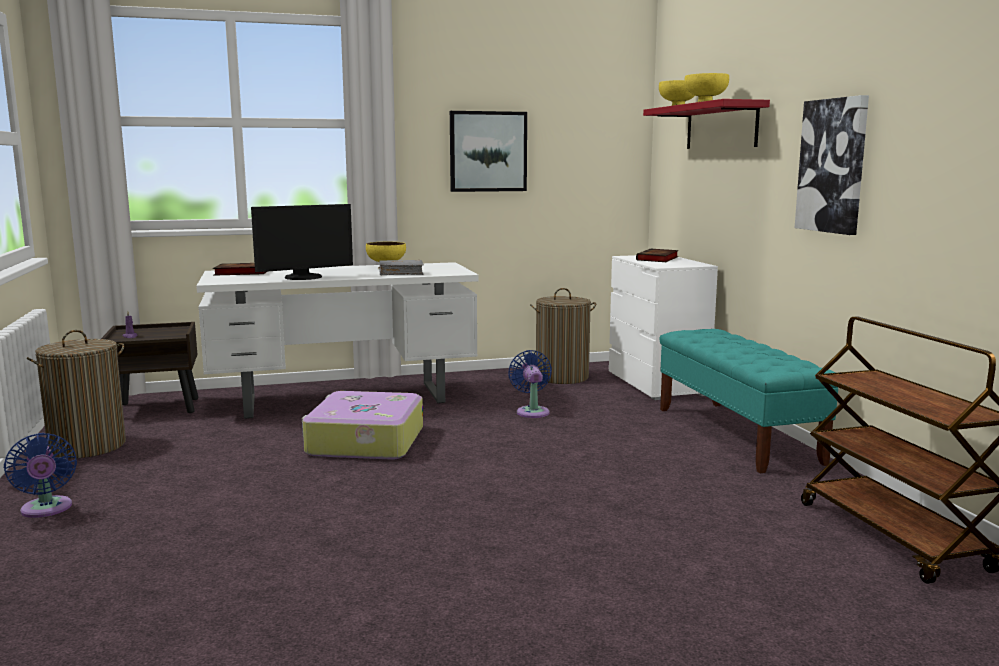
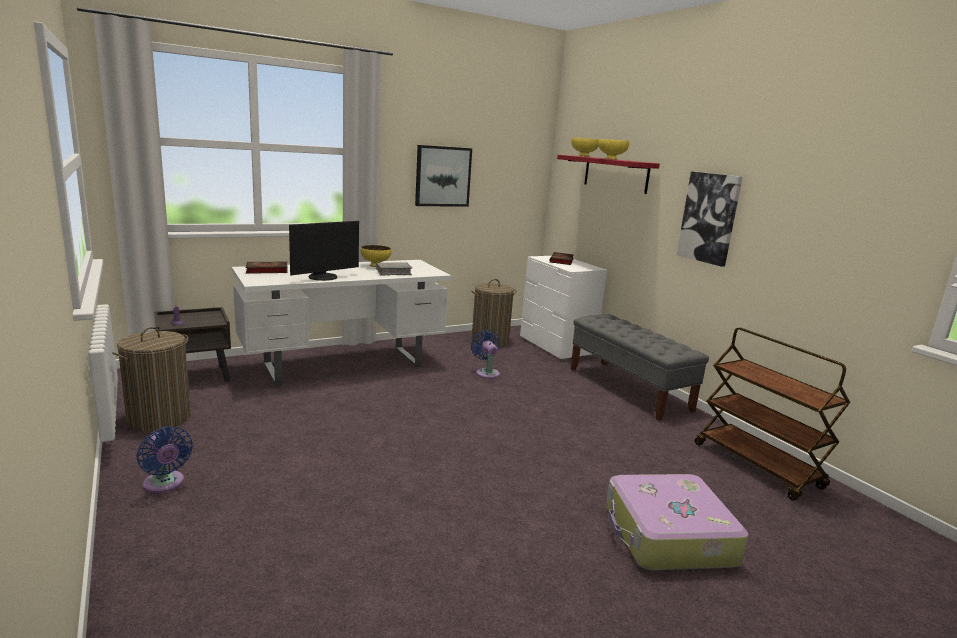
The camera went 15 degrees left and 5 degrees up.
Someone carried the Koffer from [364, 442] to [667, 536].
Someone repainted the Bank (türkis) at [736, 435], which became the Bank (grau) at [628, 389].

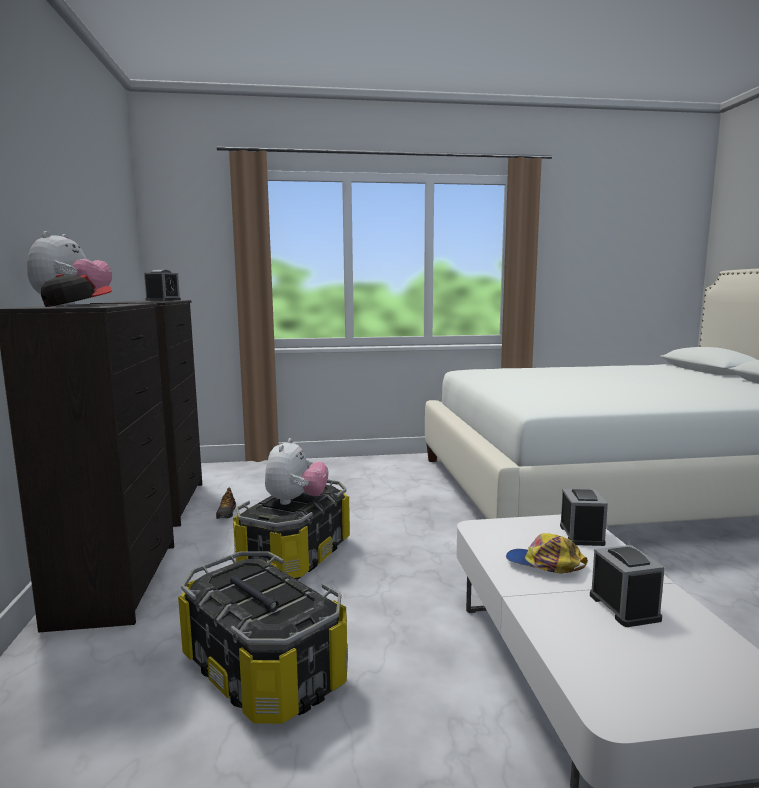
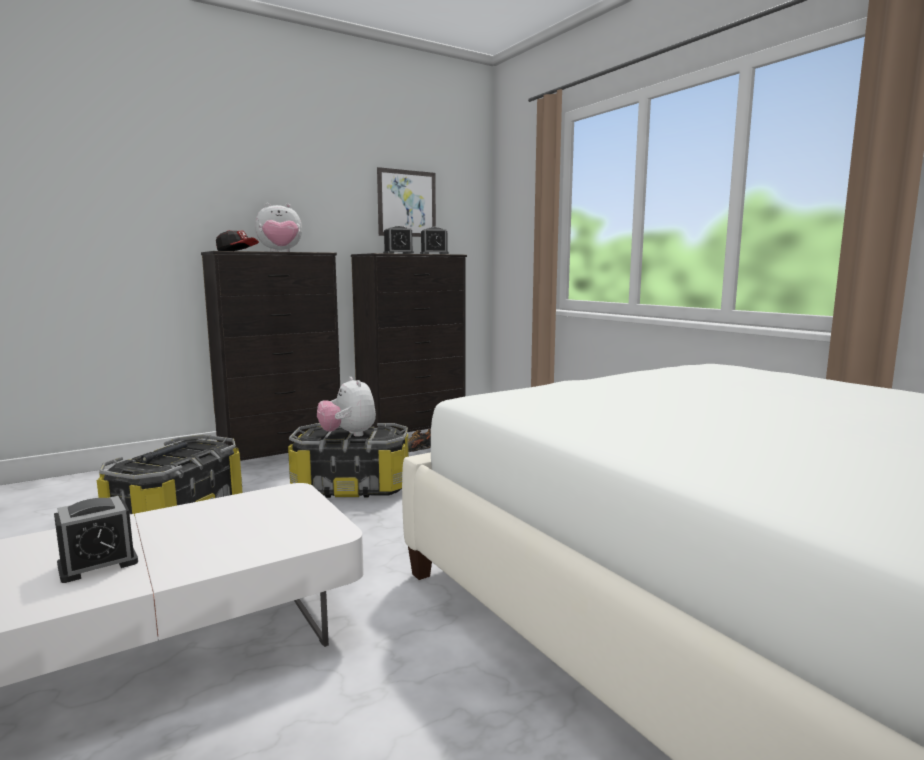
The camera went 65 degrees right and 0 degrees up.
Someone rotated the Plüschtier at [296, 501] by 75 degrees clockwise.
Someone took away the Kappe at [544, 565].
Someone carried the Wecker from [581, 535] to [398, 253].
Someone put up the Bild at [407, 203].

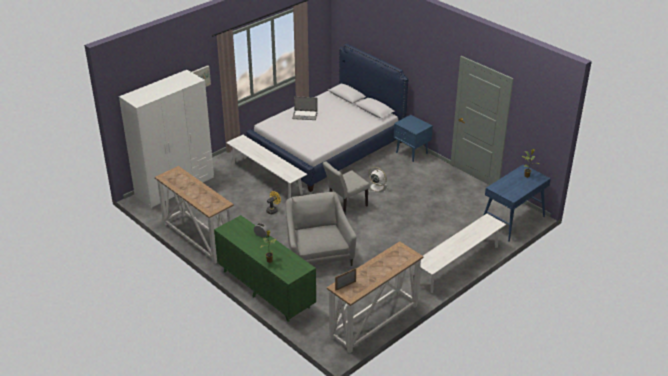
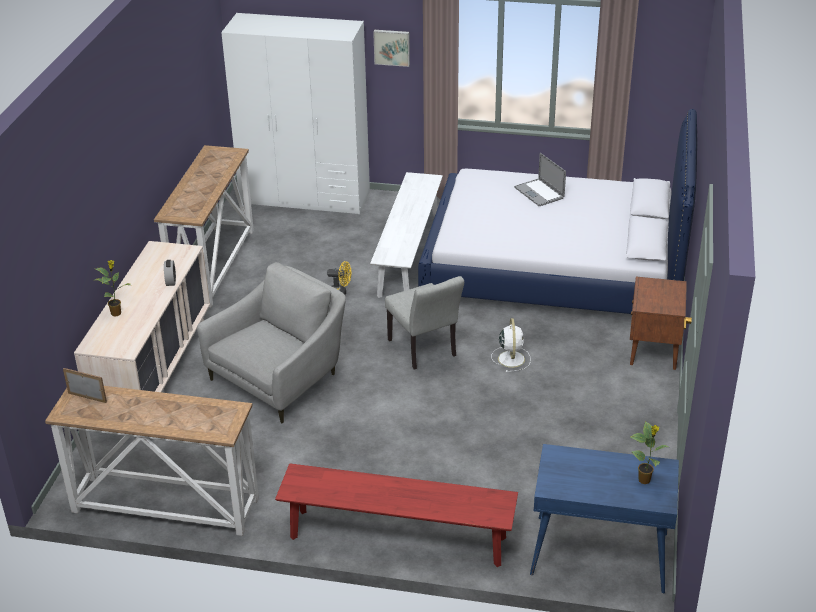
The camera went 55 degrees right and 0 degrees up.
Someone repainted the Kommode (grün) at [265, 289], which became the Kommode (beige) at [154, 369].
Someone rotated the Stuhl (grau) at [345, 206] by 135 degrees counterclockwise.
Someone repainted the Nachttisch (blau) at [412, 153], which became the Nachttisch (braun) at [653, 353].
Someone repainted the Bank (weiß) at [458, 264], which became the Bank (rot) at [397, 537].

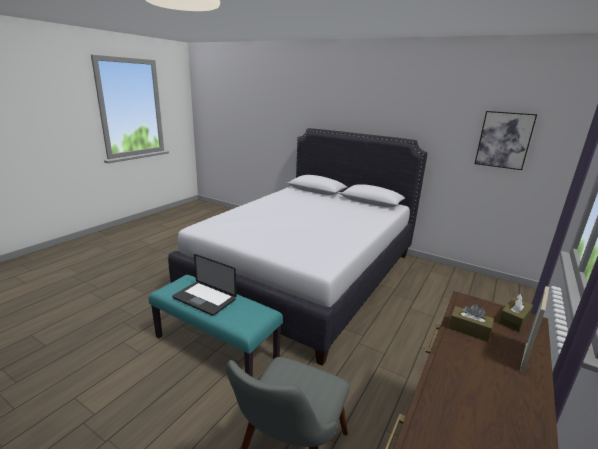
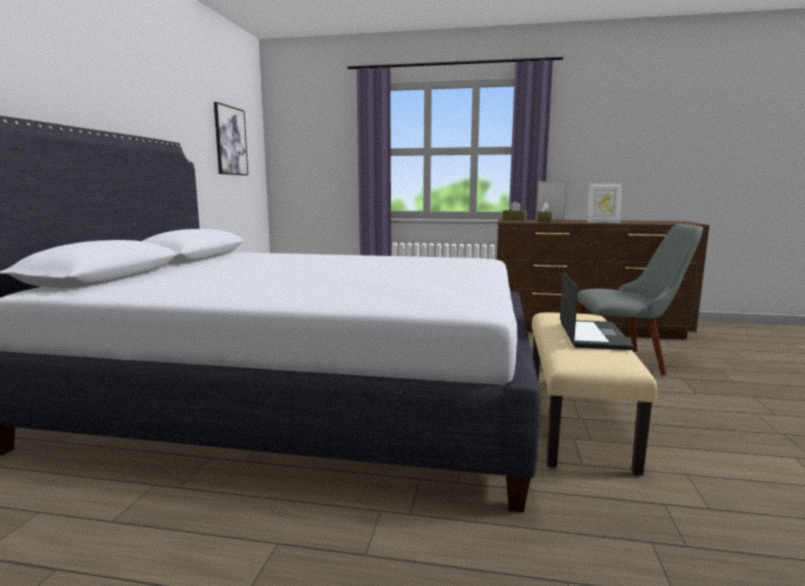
The camera went 110 degrees left and 10 degrees down.
Someone repainted the Bank (türkis) at [217, 347], which became the Bank (beige) at [574, 419].
Someone put down the Bilderrahmen at [603, 222].

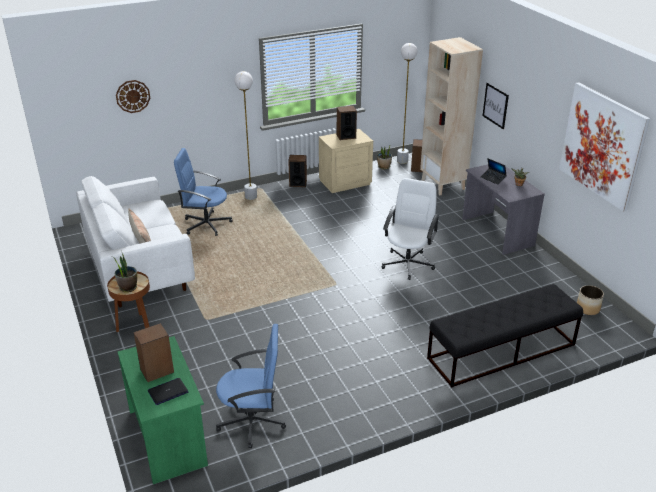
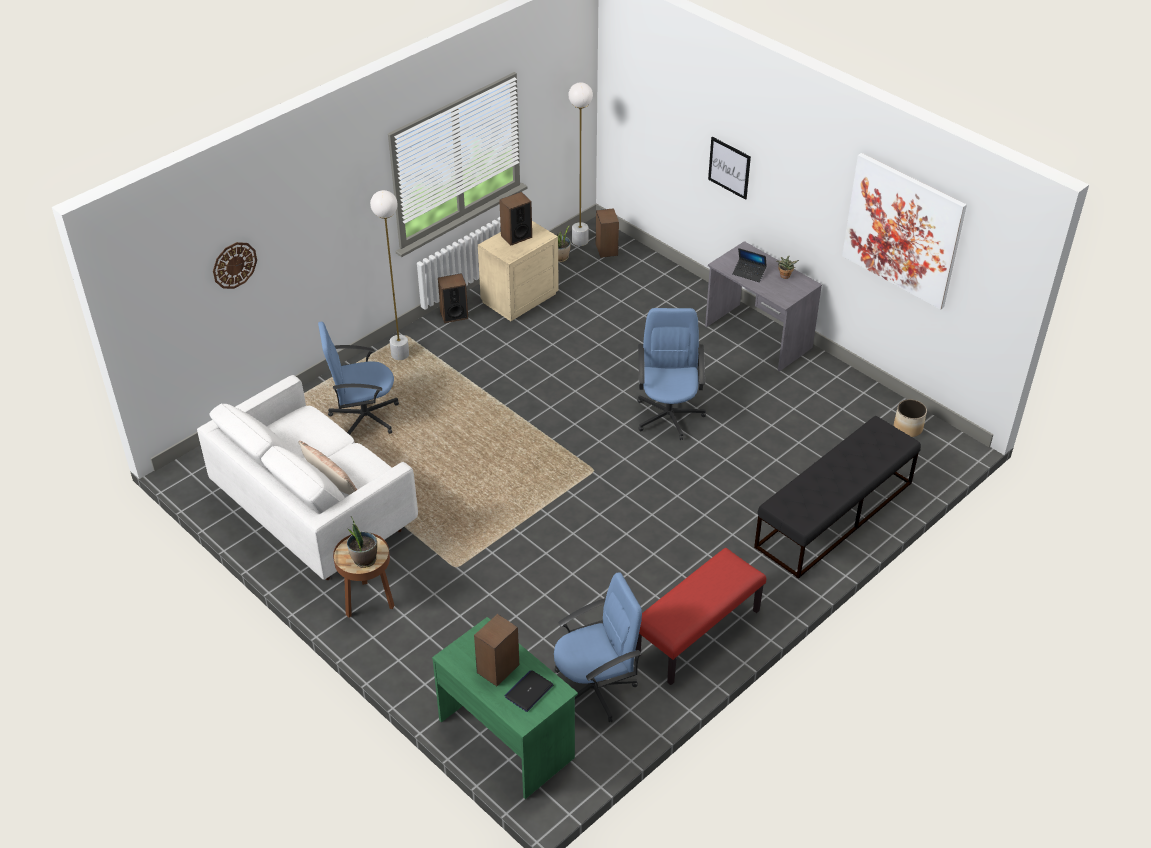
The camera went 20 degrees left and 10 degrees up.
Someone repainted the Bürostuhl (weiß) at [408, 264], which became the Bürostuhl (blau) at [669, 415].
Someone took away the Bücherregal (beige) at [443, 184].
Someone put down the Bank (rot) at [697, 634].

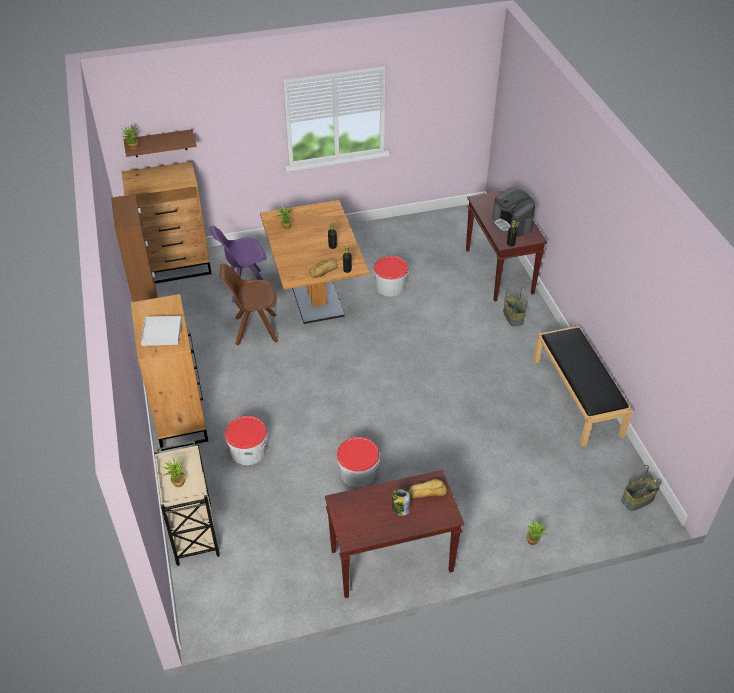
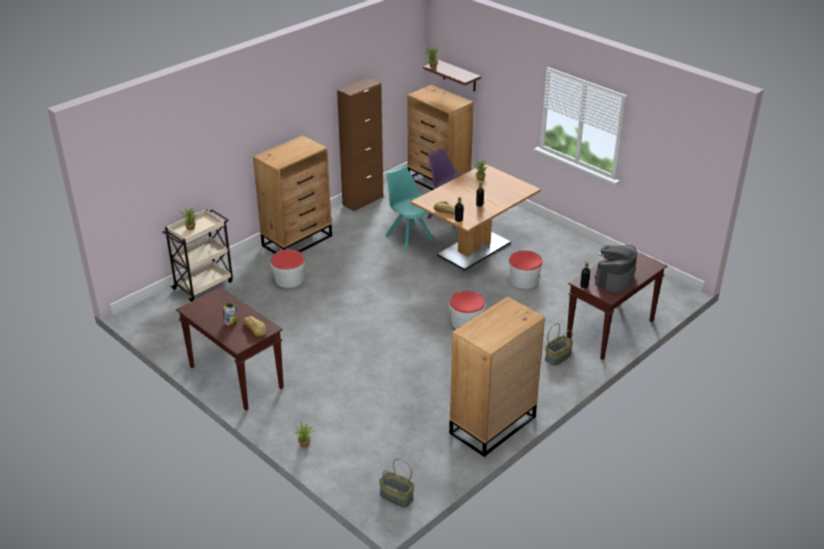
The camera went 60 degrees right and 10 degrees down.
Someone took away the Tablett (weiß) at [162, 332].
Someone repainted the Stuhl (braun) at [254, 329], which became the Stuhl (türkis) at [408, 237].
Someone carried the Eimer from [358, 472] to [466, 322].
Someone swapped the Bank (schwarz) at [577, 397] for the Kommode (braun) at [492, 425].

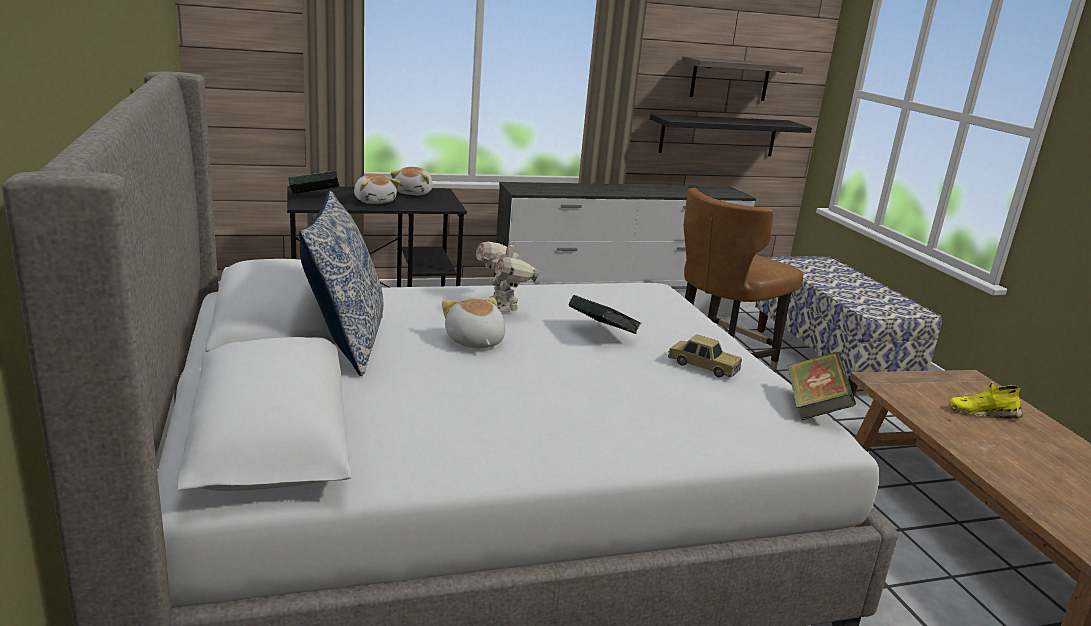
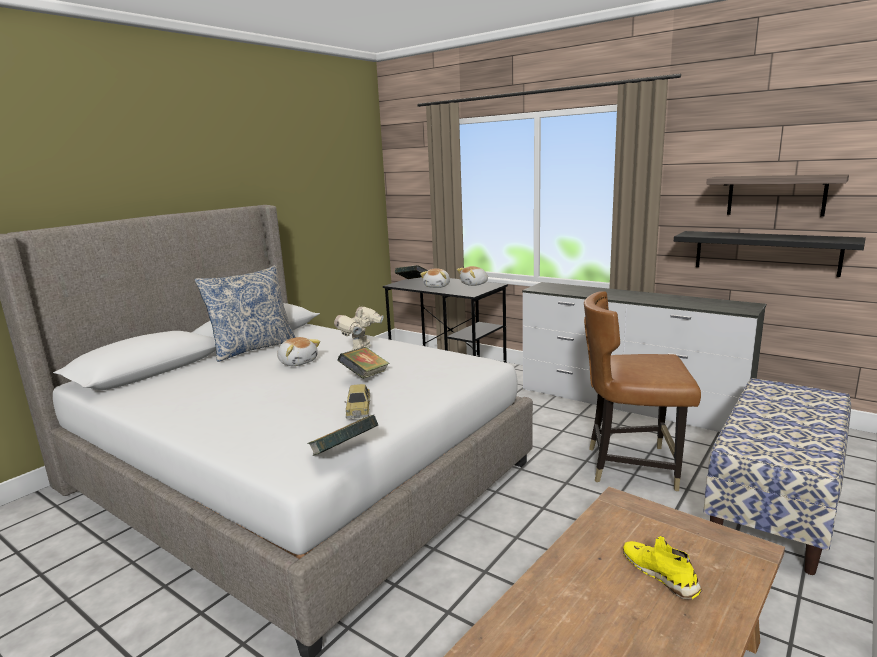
The camera went 55 degrees right and 5 degrees down.
Someone rotated the Plüschtier at [474, 341] by 105 degrees clockwise.

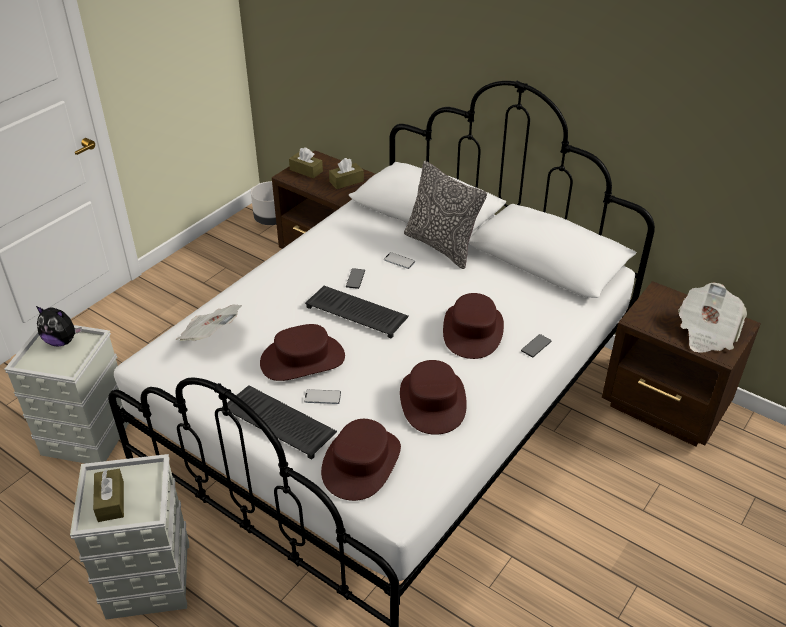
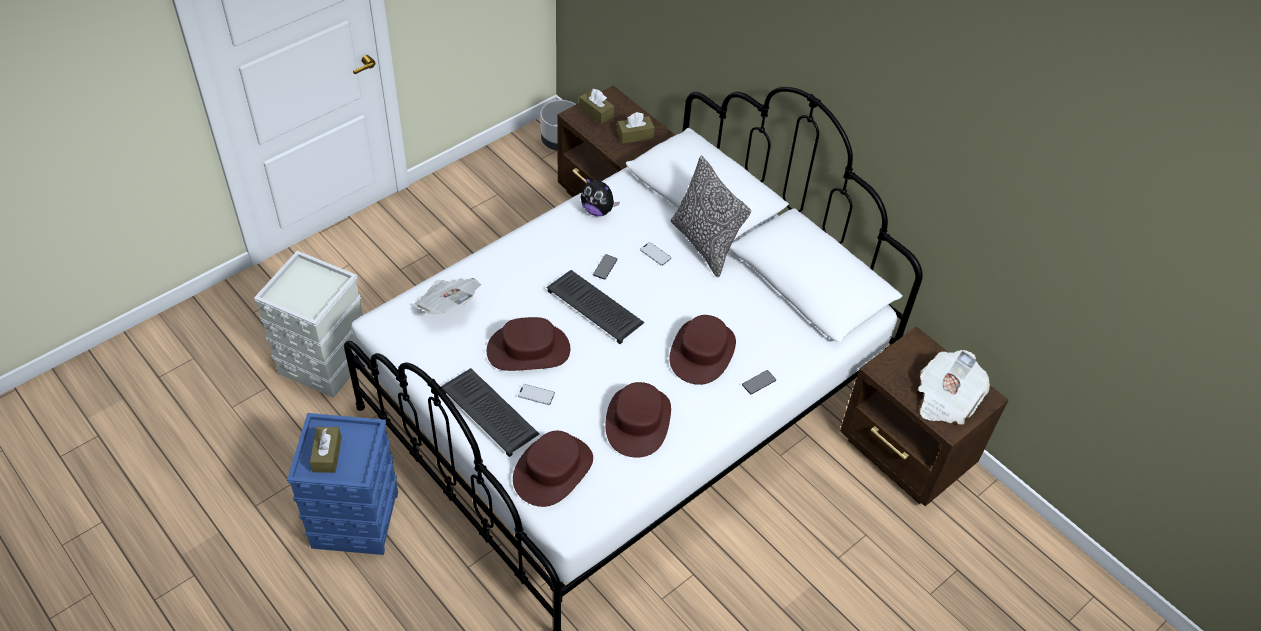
The camera went 10 degrees right and 10 degrees up.
Someone carried the Plüschtier from [62, 341] to [598, 210].
Someone repainted the Aufbewahrungsbox (grau) at [148, 578], which became the Aufbewahrungsbox (blau) at [354, 518].

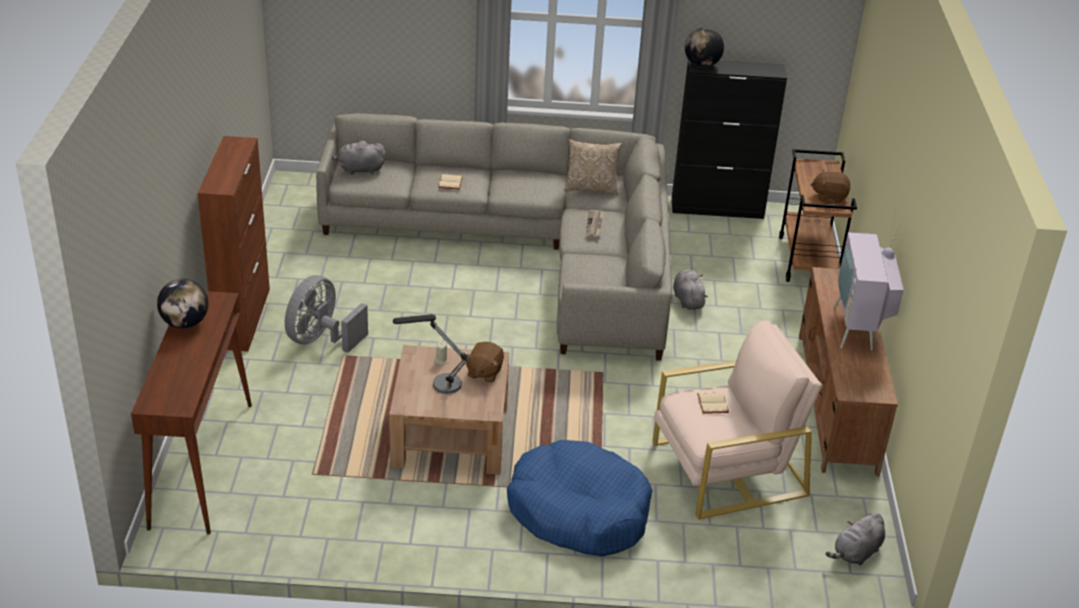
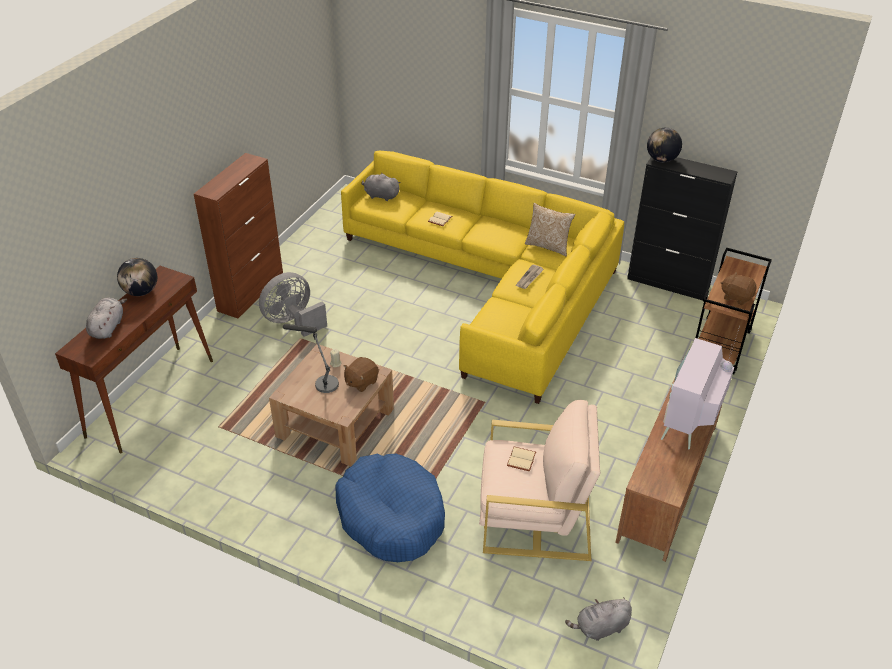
The camera went 25 degrees right and 5 degrees up.
Someone repainted the Sofa (grau) at [528, 247], which became the Sofa (gelb) at [492, 283].
Someone carried the Plüschtier (grau) from [687, 300] to [108, 327].

